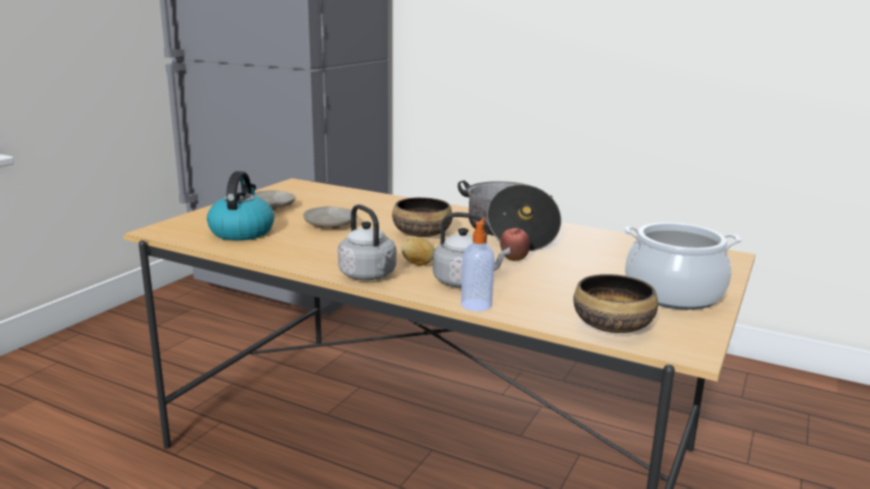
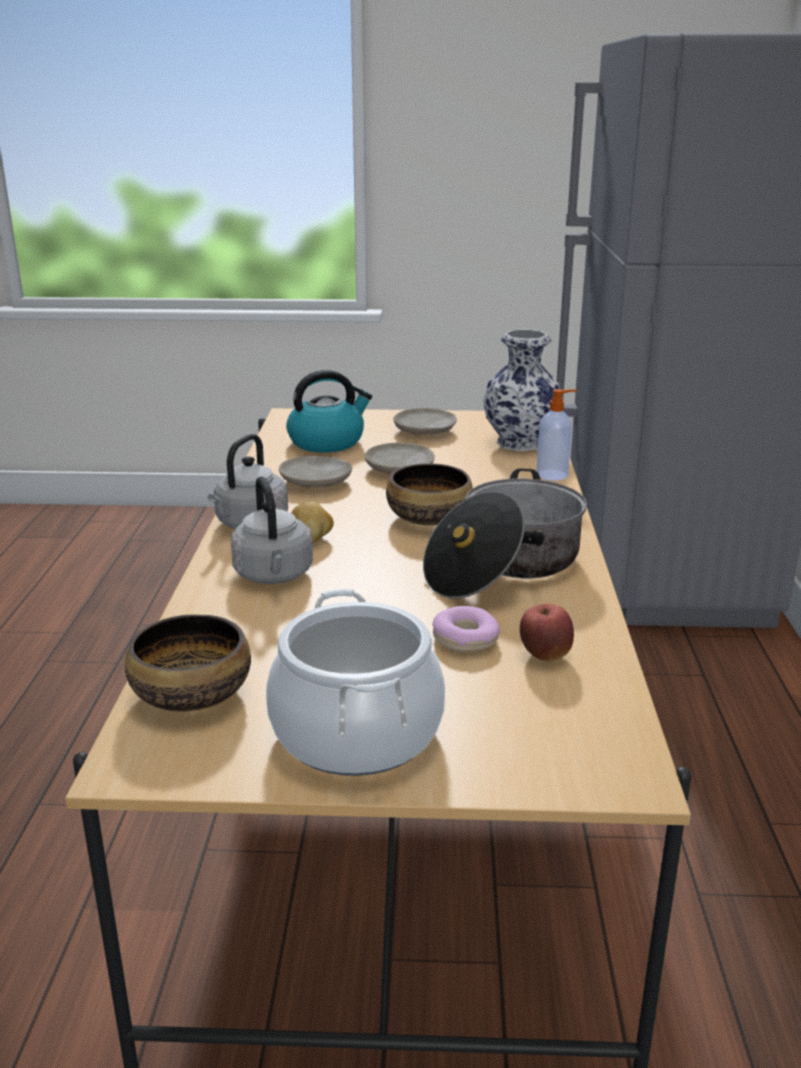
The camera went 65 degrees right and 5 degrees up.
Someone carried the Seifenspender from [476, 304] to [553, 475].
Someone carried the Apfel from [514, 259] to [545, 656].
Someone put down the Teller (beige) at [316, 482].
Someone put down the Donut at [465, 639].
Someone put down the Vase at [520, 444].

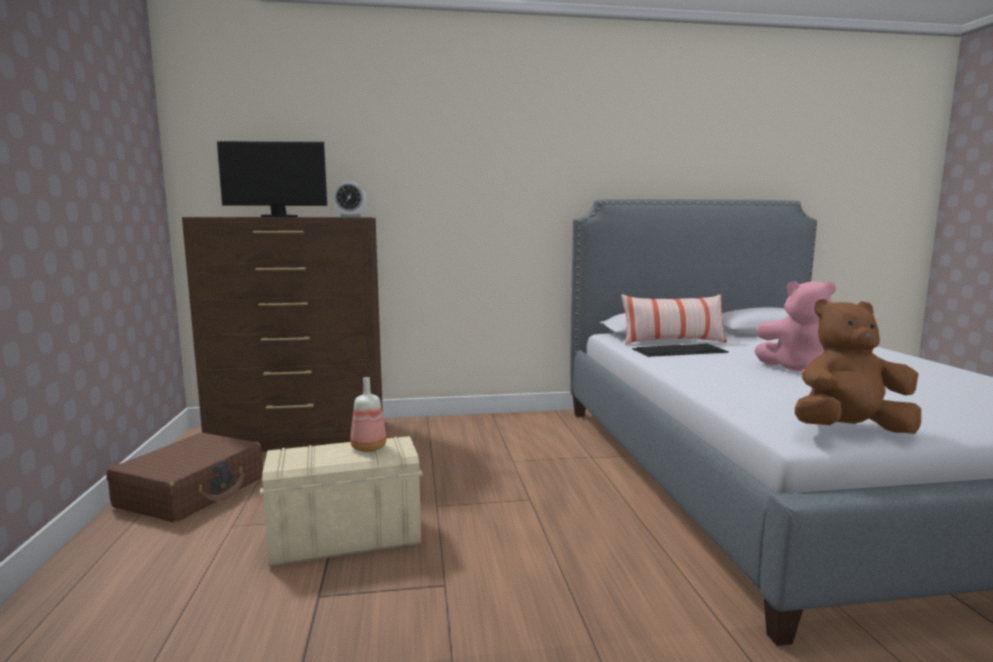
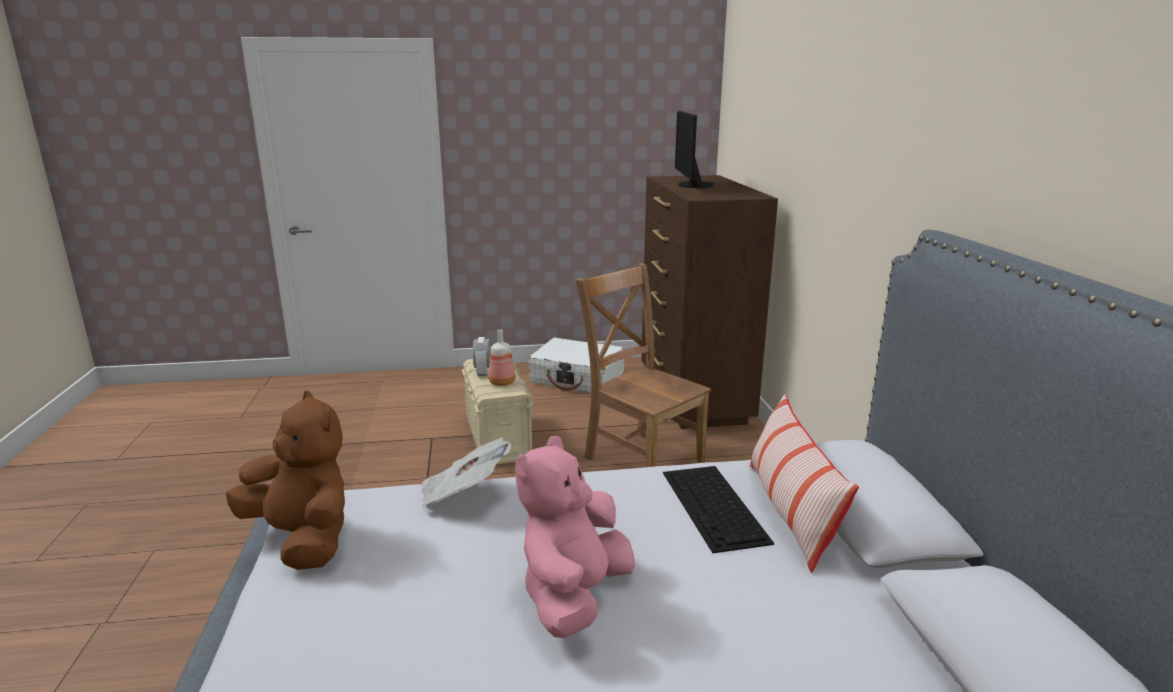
The camera went 90 degrees right and 10 degrees up.
Someone repainted the Koffer (braun) at [192, 492], which became the Koffer (weiß) at [577, 378].
Someone carried the Wecker from [350, 217] to [483, 372].
Someone rotated the Plüschtier (braun) at [849, 431] by 45 degrees counterclockwise.
Someone put down the Zeitung at [463, 493].
Someone put down the Stuhl (braun) at [641, 457].

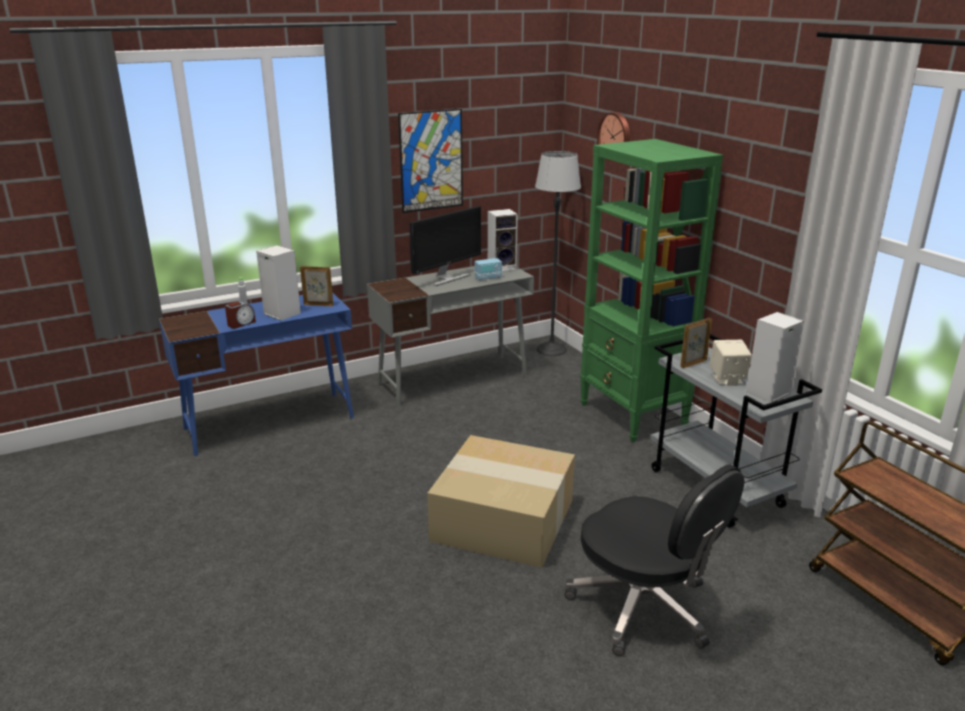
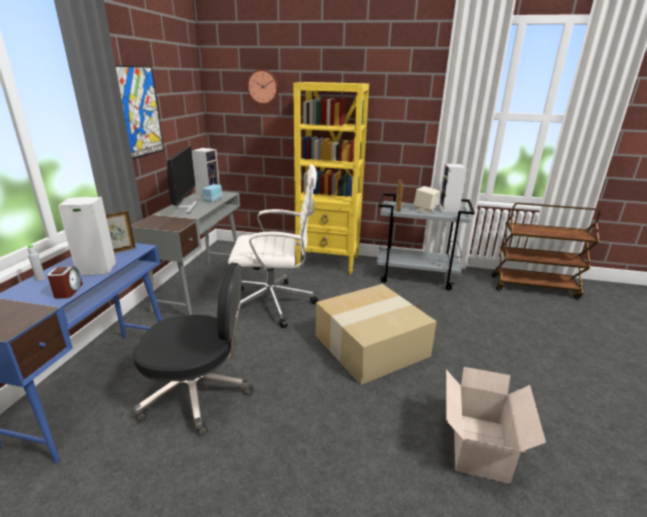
The camera went 50 degrees left and 0 degrees up.
Someone took away the Stehlampe at [551, 349].
Someone carried the Bürostuhl (schwarz) from [643, 608] to [199, 393].
Someone repainted the Bücherregal (grün) at [633, 415], which became the Bücherregal (gelb) at [328, 262].
Someone put down the Bürostuhl (weiß) at [275, 304].
Someone put down the Karton at [478, 448].

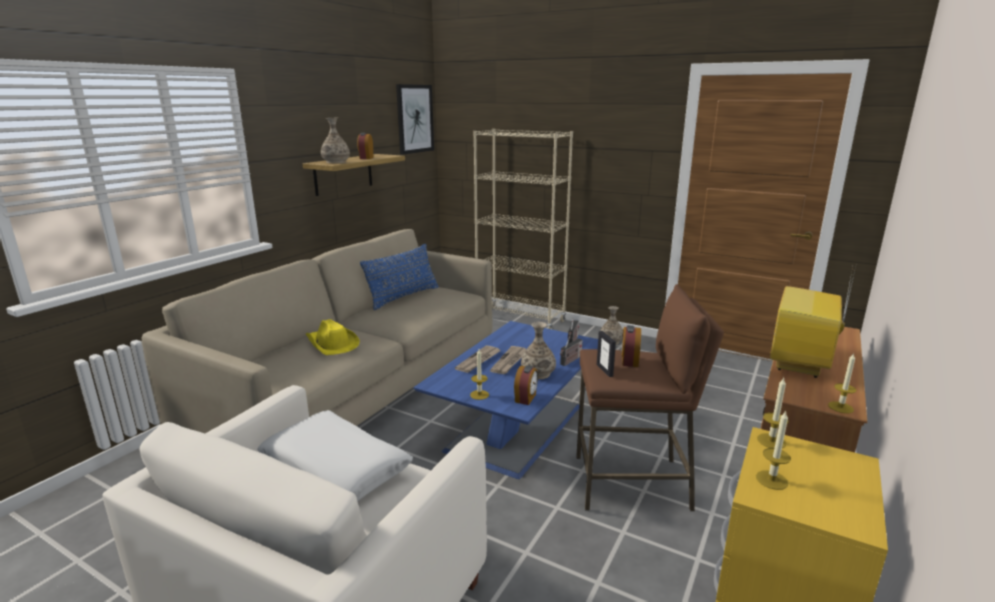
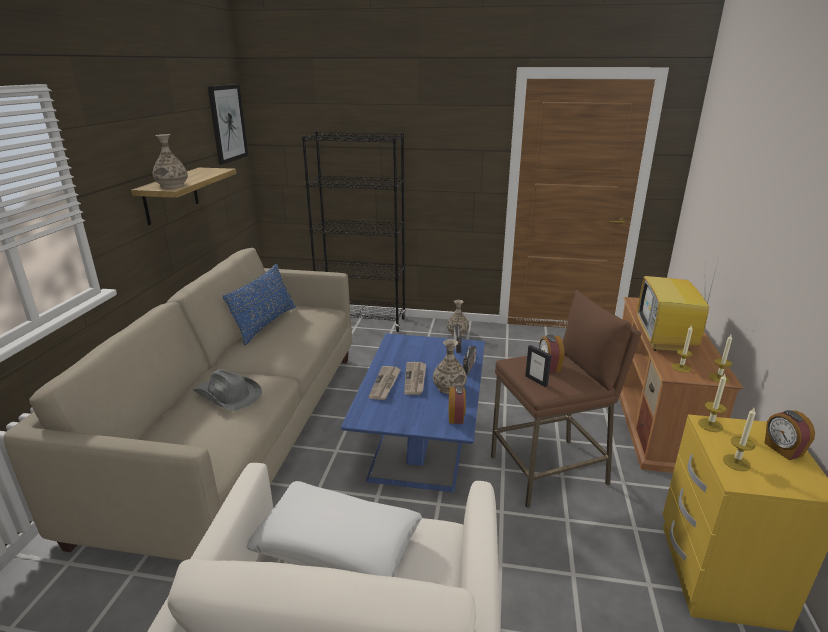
The camera went 20 degrees left and 5 degrees up.
Someone repainted the Hut (gelb) at [332, 344], which became the Hut (grau) at [228, 395].
Someone carried the Wecker from [366, 158] to [782, 450].
Someone carried the Kerze from [479, 395] to [681, 368].
Someone repainted the Bücherregal (beige) at [520, 319], which became the Bücherregal (schwarz) at [362, 322].

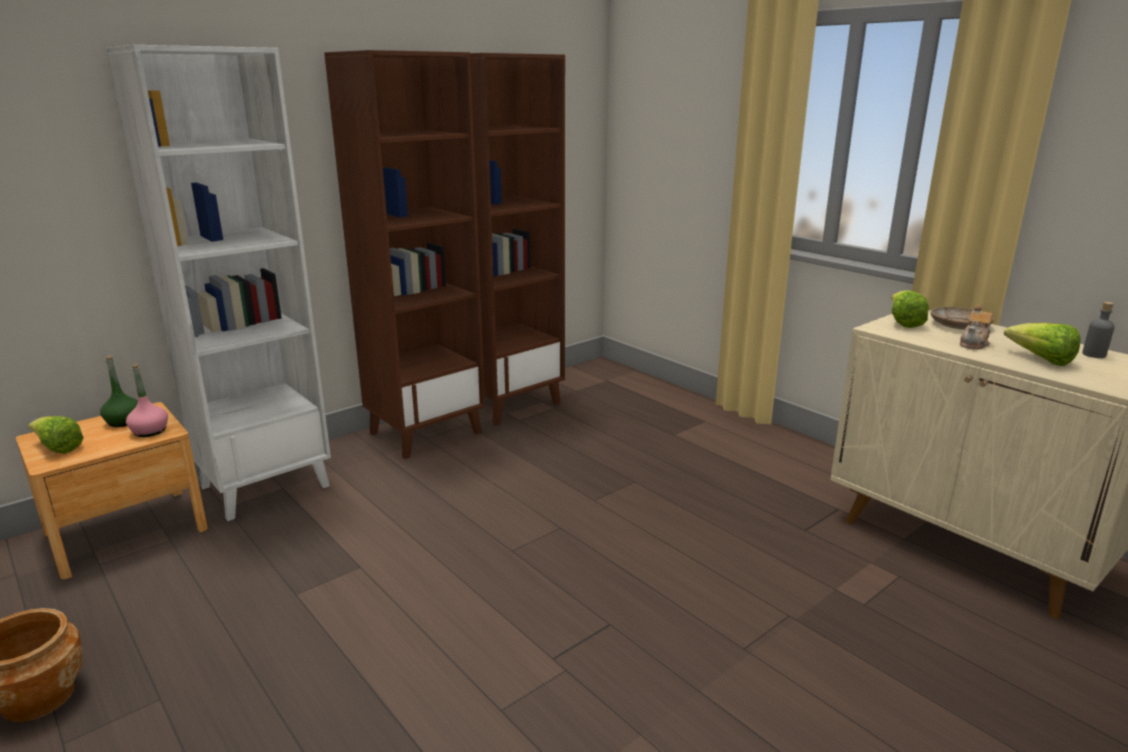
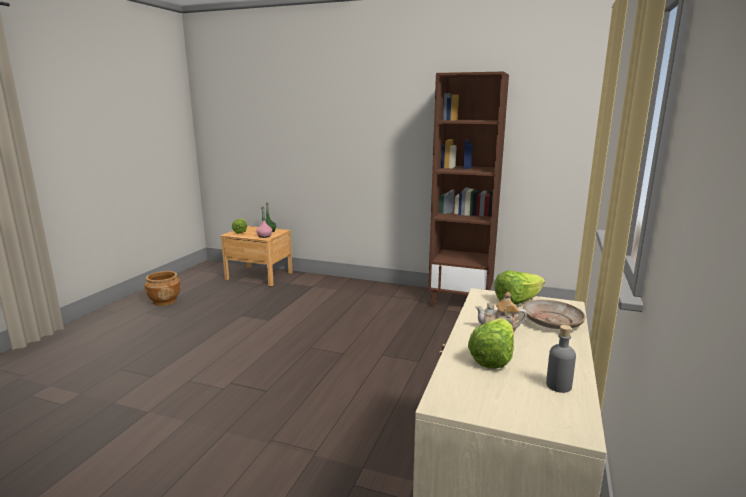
The camera went 60 degrees right and 5 degrees down.
Someone took away the Bücherregal (weiß) at [266, 485].
Someone took away the Bücherregal (braun) at [426, 432].

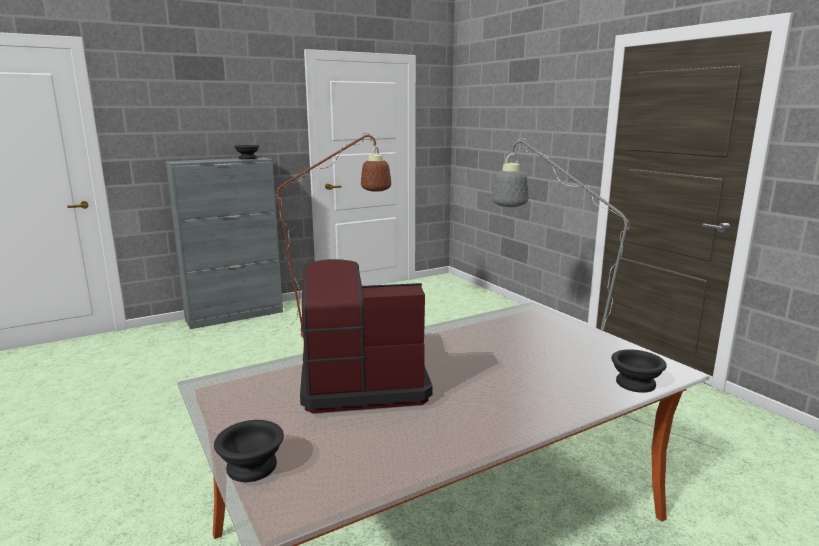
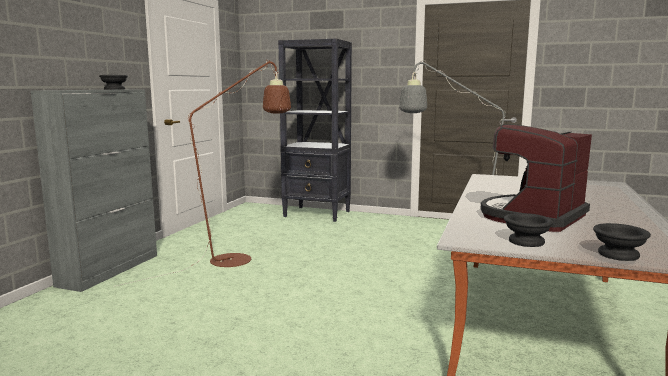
The camera went 40 degrees left and 5 degrees down.
Someone carried the Schüssel (schwarz) from [636, 384] to [528, 242].
Someone put down the Bücherregal (schwarz) at [317, 214].

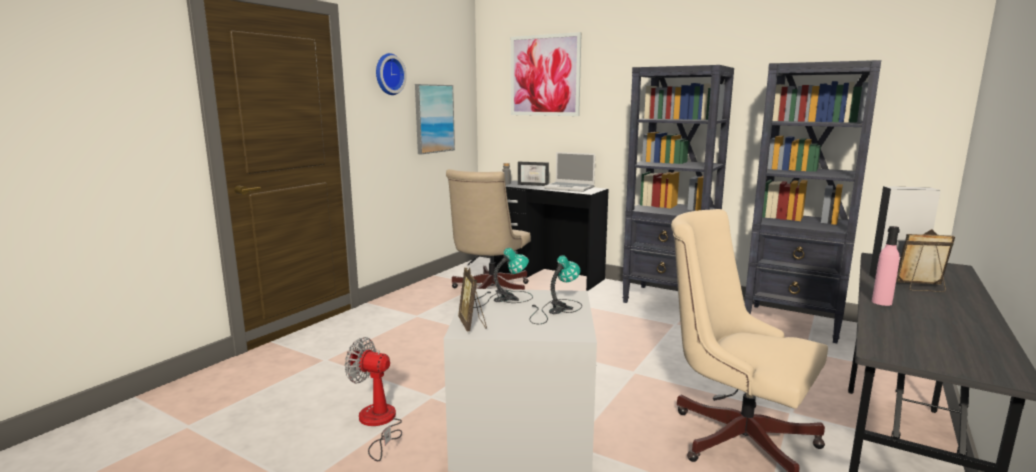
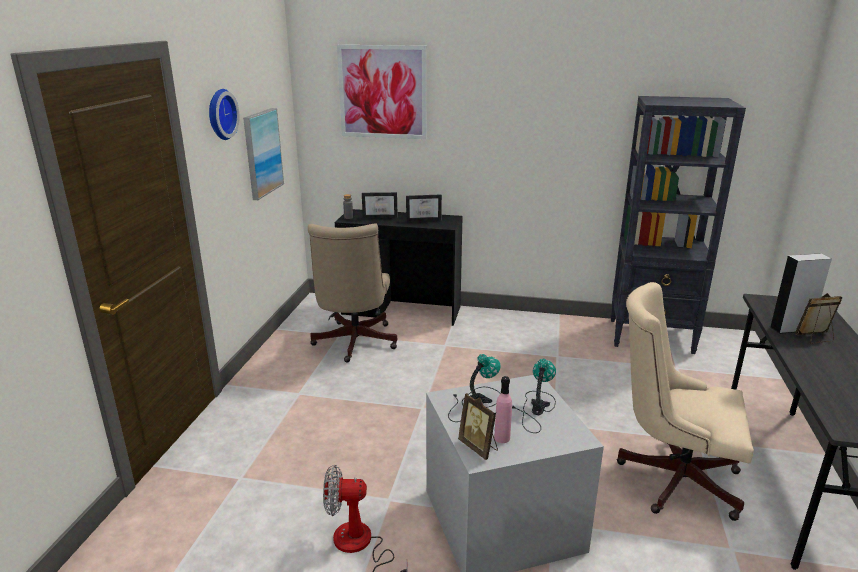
The camera went 20 degrees left and 10 degrees up.
Someone swapped the Laptop at [570, 188] for the Bilderrahmen at [424, 219].
Someone took away the Bücherregal (schwarz) at [669, 300].
Someone carried the Flasche (rosa) from [881, 302] to [502, 438].

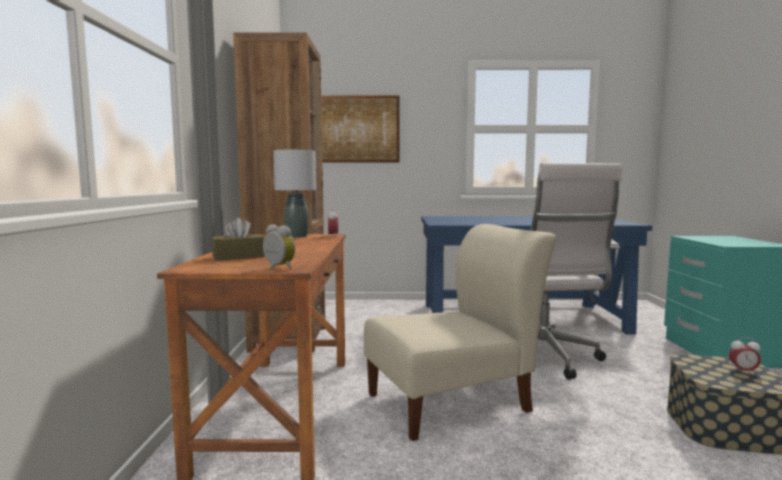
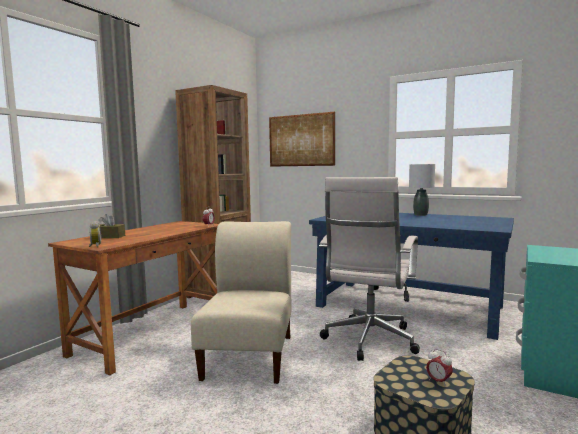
The camera went 30 degrees right and 0 degrees up.
Someone carried the Tischlampe (grau) from [296, 236] to [420, 215].
Someone rotated the Stuhl (beige) at [454, 401] by 90 degrees counterclockwise.

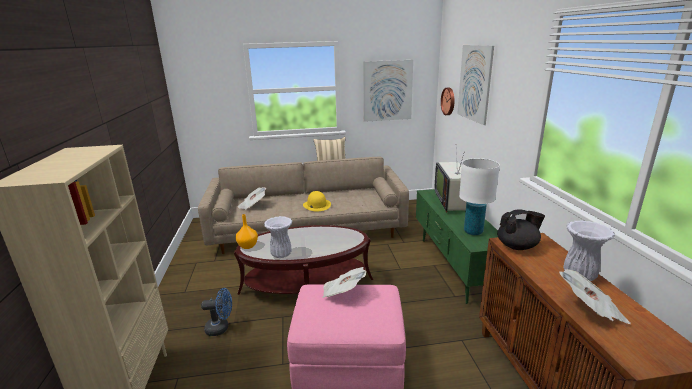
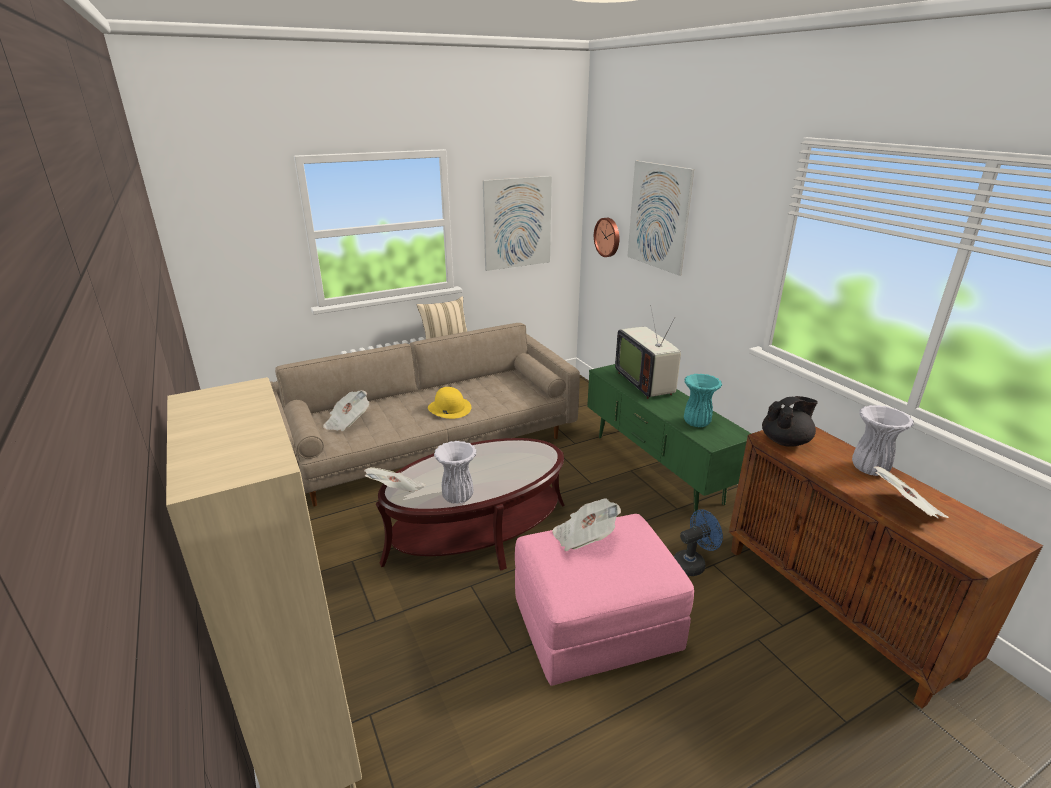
The camera went 20 degrees left and 5 degrees up.
Someone carried the Ventilator (blau) from [221, 328] to [693, 563].
Someone swapped the Vase (orange) at [248, 246] for the Zeitung at [397, 492].
Someone swapped the Tischlampe (weiß) at [473, 232] for the Vase (türkis) at [697, 423].

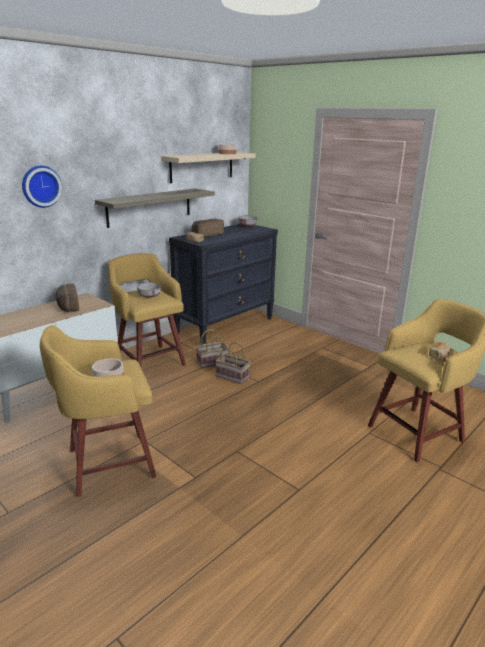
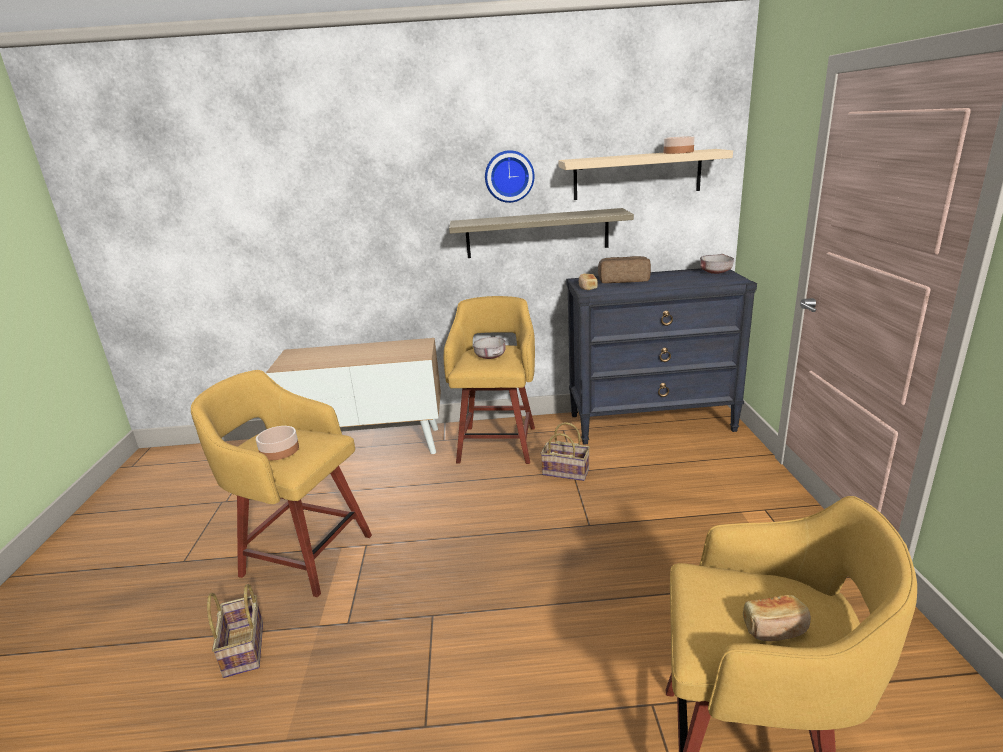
The camera went 45 degrees right and 0 degrees up.
Someone carried the Wanduhr from [40, 186] to [509, 176].
Someone took away the Brot at [67, 306].
Someone carried the Korb from [233, 376] to [245, 650].

